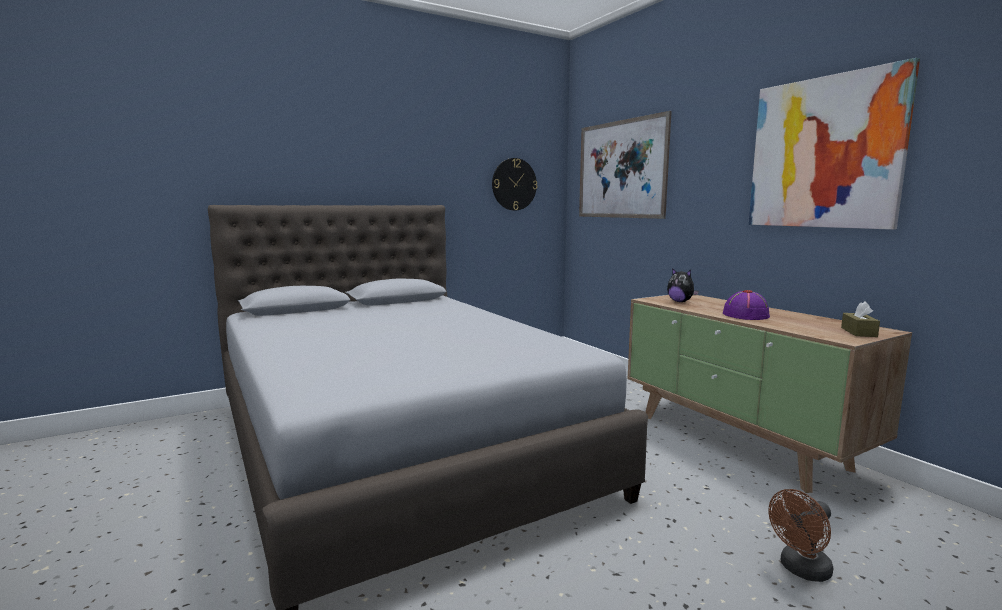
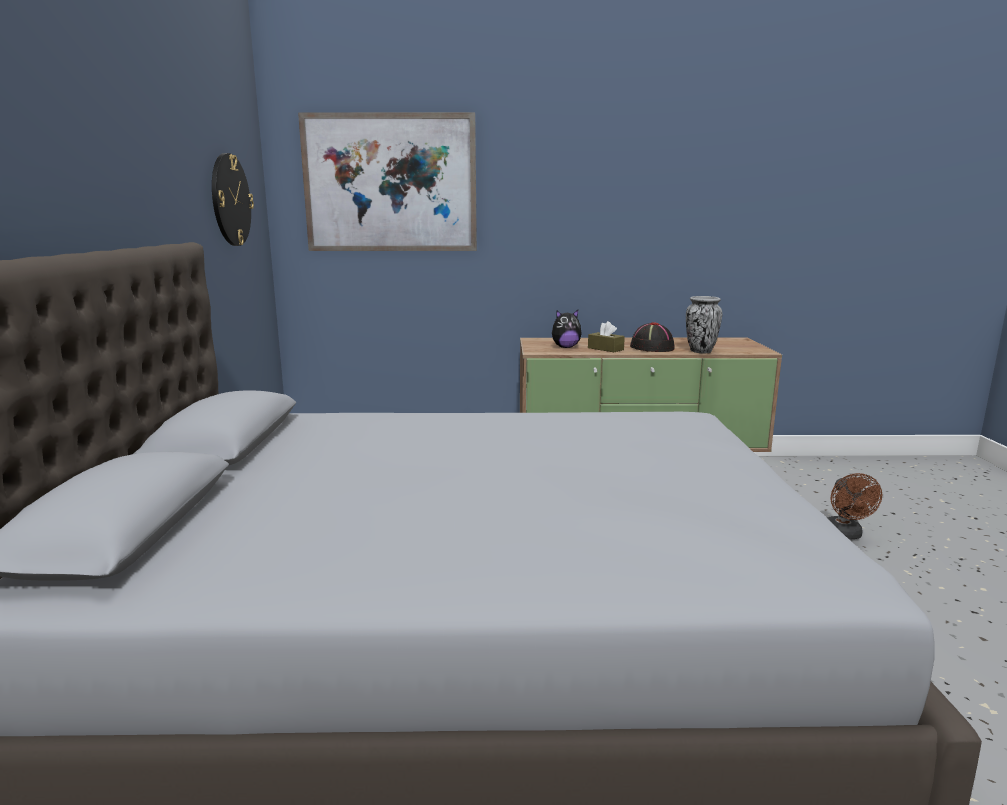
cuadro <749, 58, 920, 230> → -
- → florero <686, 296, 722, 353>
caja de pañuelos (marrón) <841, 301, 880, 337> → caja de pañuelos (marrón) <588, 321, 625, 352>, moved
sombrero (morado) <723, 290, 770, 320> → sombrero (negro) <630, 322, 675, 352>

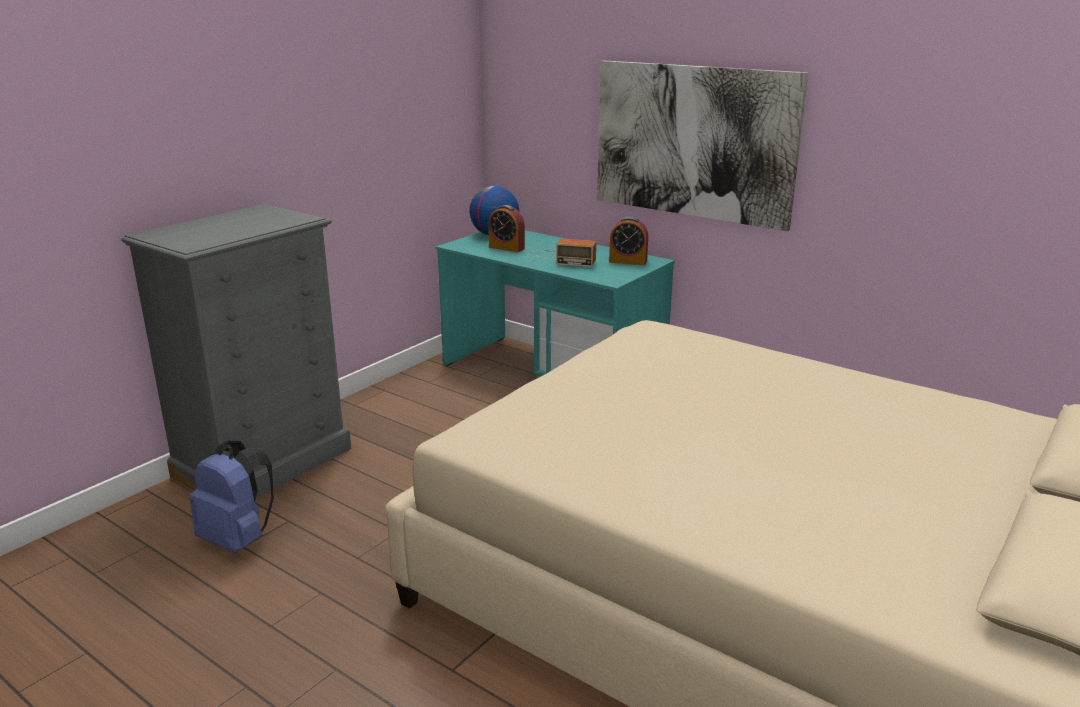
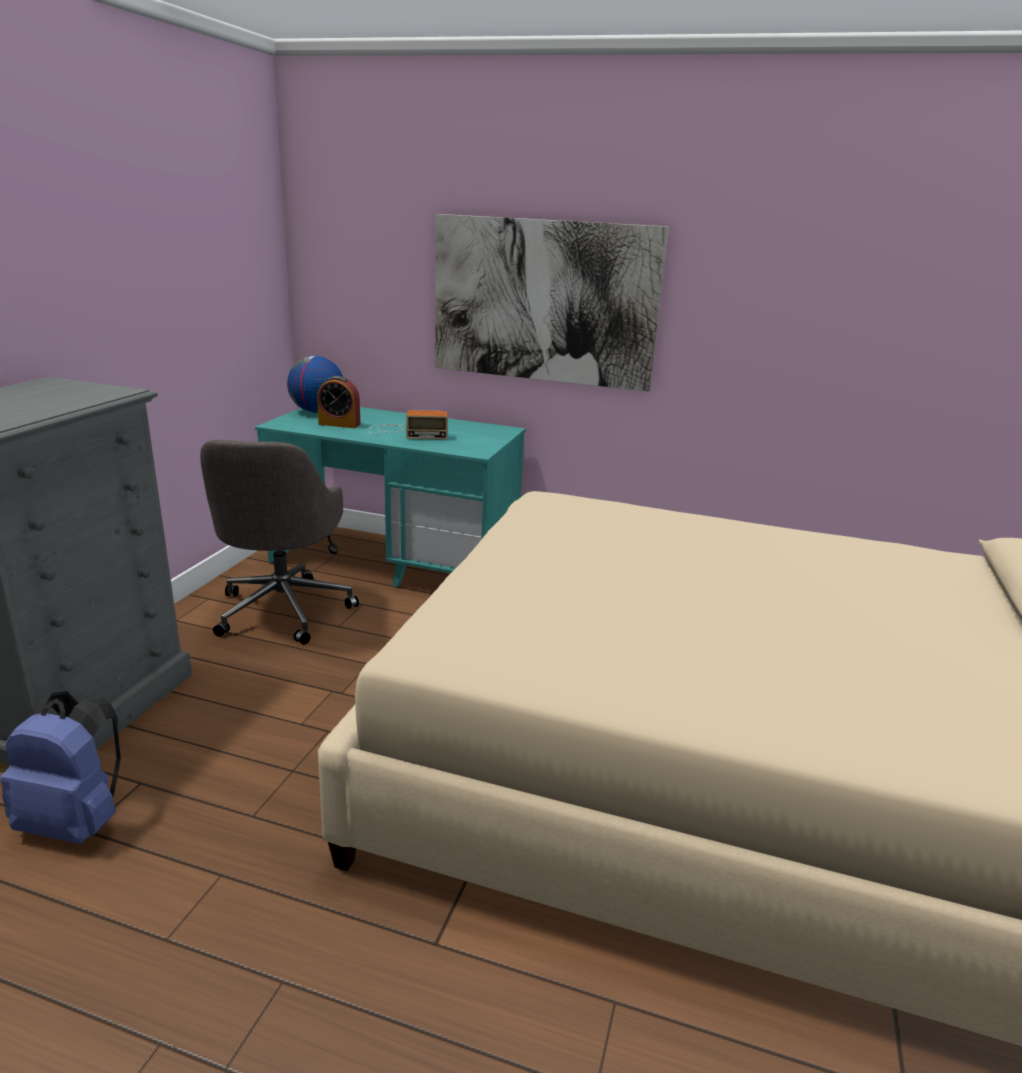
despertador <609, 217, 648, 265> → -
- → silla de oficina (gris) <200, 440, 359, 645>

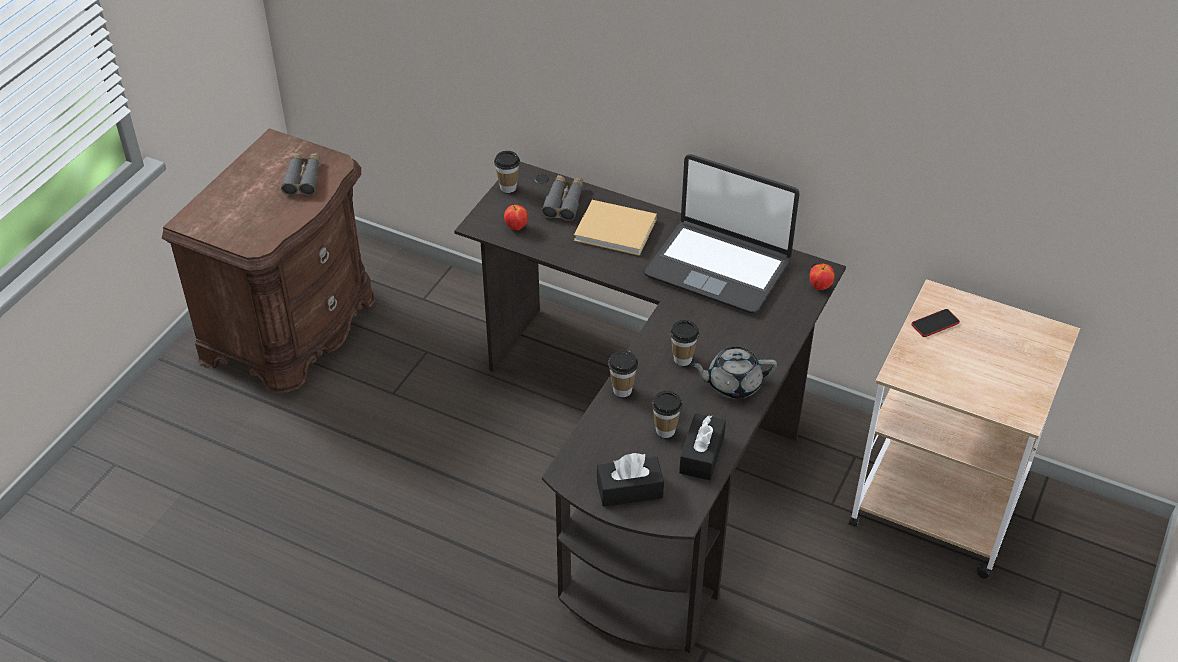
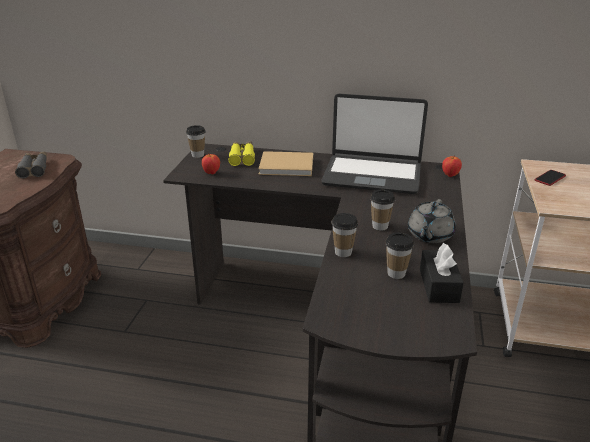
caja de pañuelos (negro) <597, 453, 664, 507> → -
prismáticos (gris) <541, 175, 583, 221> → prismáticos (amarillo) <228, 141, 255, 166>
tetera (gris) <690, 347, 777, 399> → tetera (gris) <408, 199, 456, 243>, 45 degrees counterclockwise

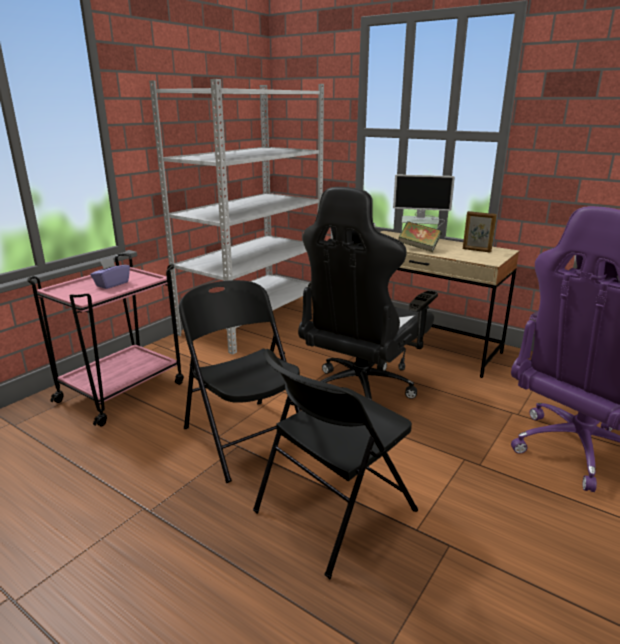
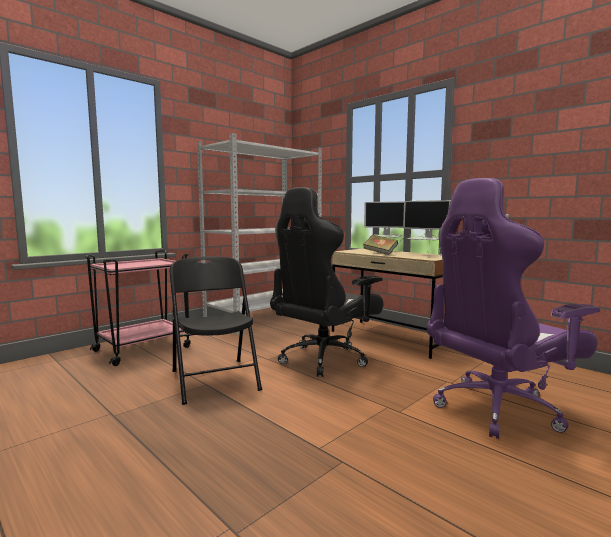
caja de pañuelos (morado) <90, 257, 130, 289> → -
silla (negro) <253, 349, 418, 580> → -
portarretratos <463, 211, 497, 253> → monitor <403, 200, 451, 256>

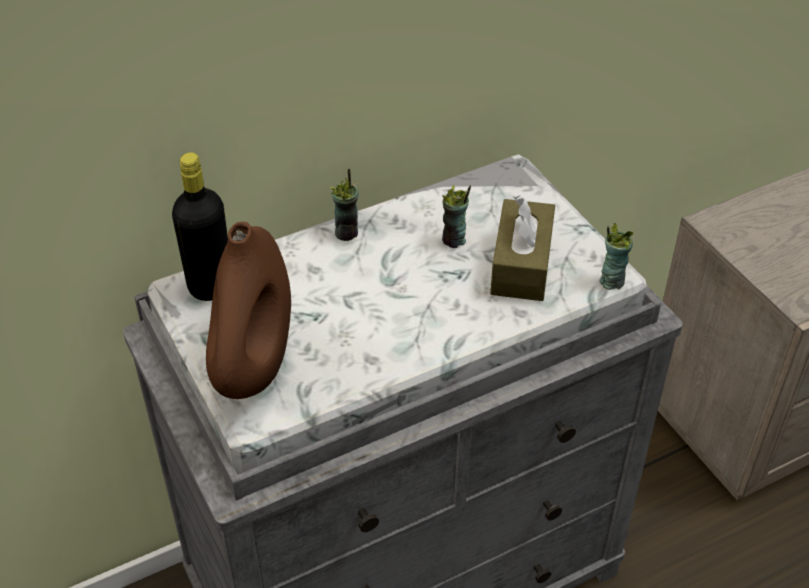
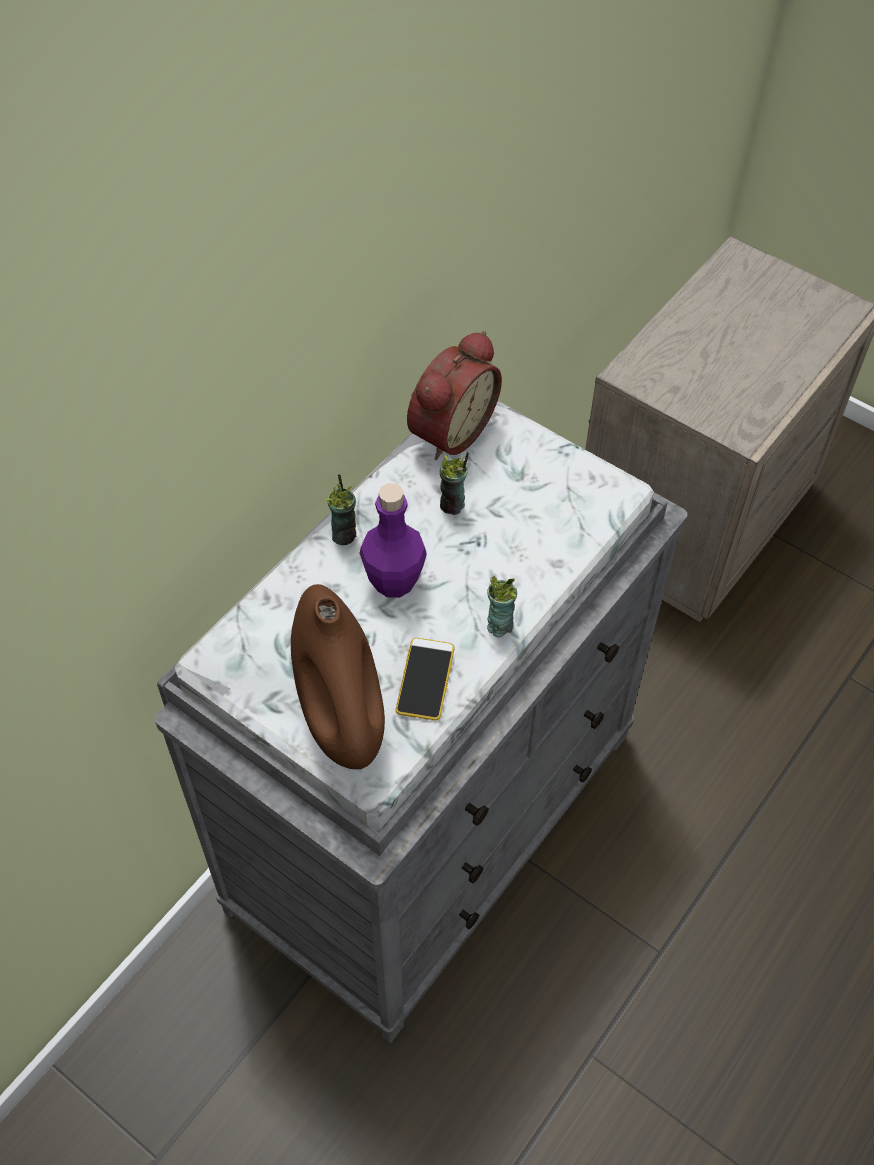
botella (negro) <172, 152, 228, 301> → -
caja de pañuelos (marrón) <490, 195, 555, 301> → -
- → botella (morado) <359, 483, 427, 598>
- → móvil <396, 638, 455, 721>
- → despertador <407, 331, 502, 460>
taza <600, 223, 633, 290> → taza <487, 576, 517, 637>, moved

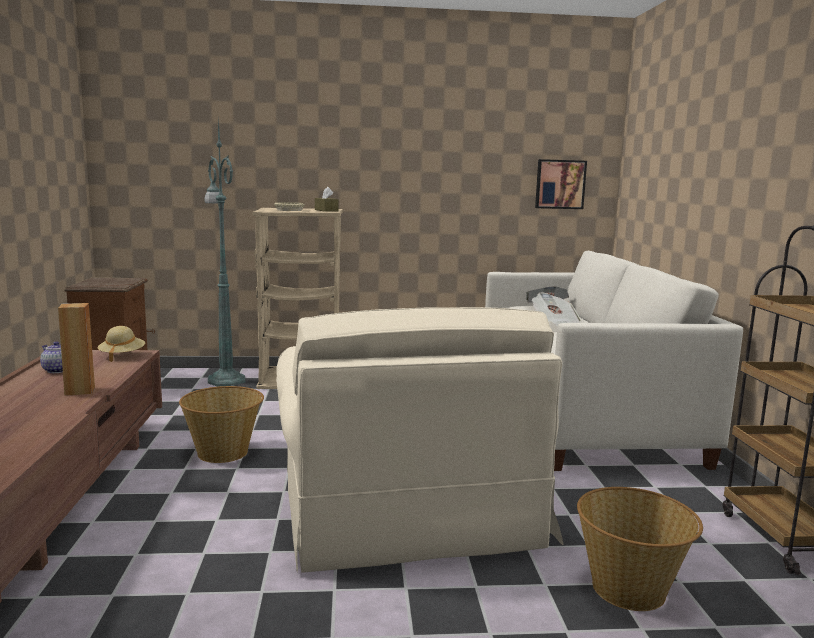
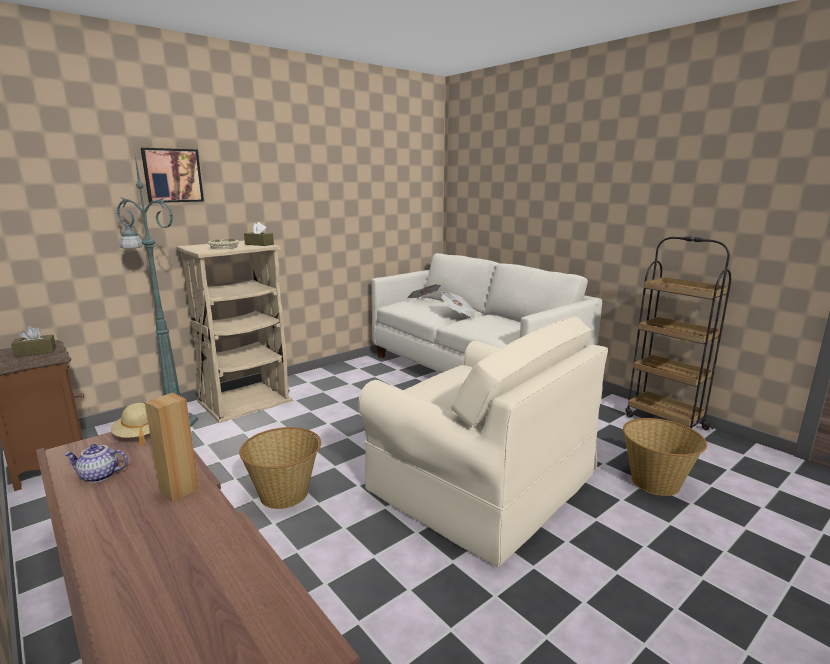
- → caja de pañuelos (marrón) <11, 326, 56, 357>
cuadro <535, 159, 587, 209> → cuadro <141, 148, 204, 203>, moved

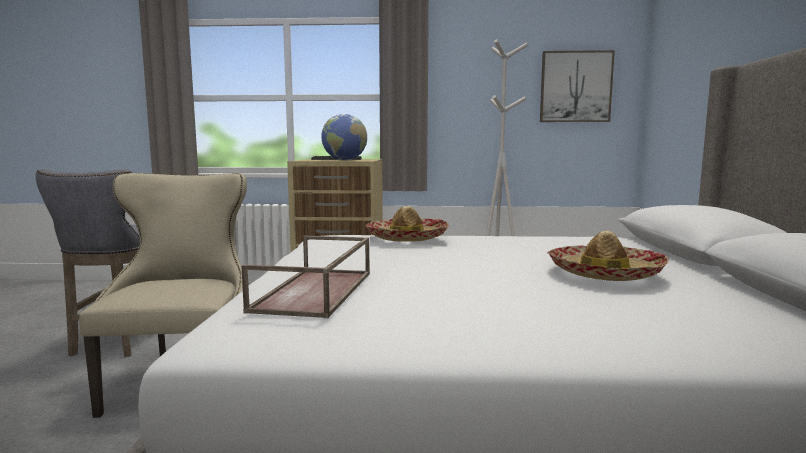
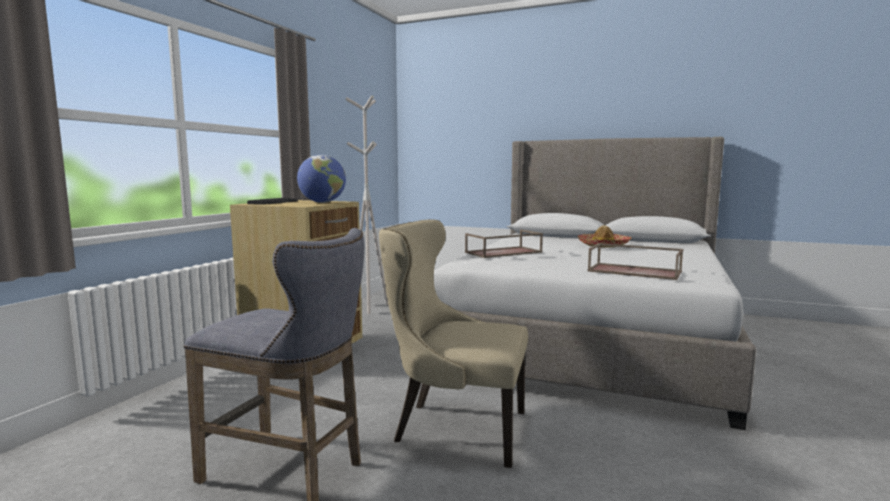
cuadro <540, 50, 615, 122> → -
sombrero <366, 206, 449, 242> → bandeja (marrón) <465, 230, 543, 258>

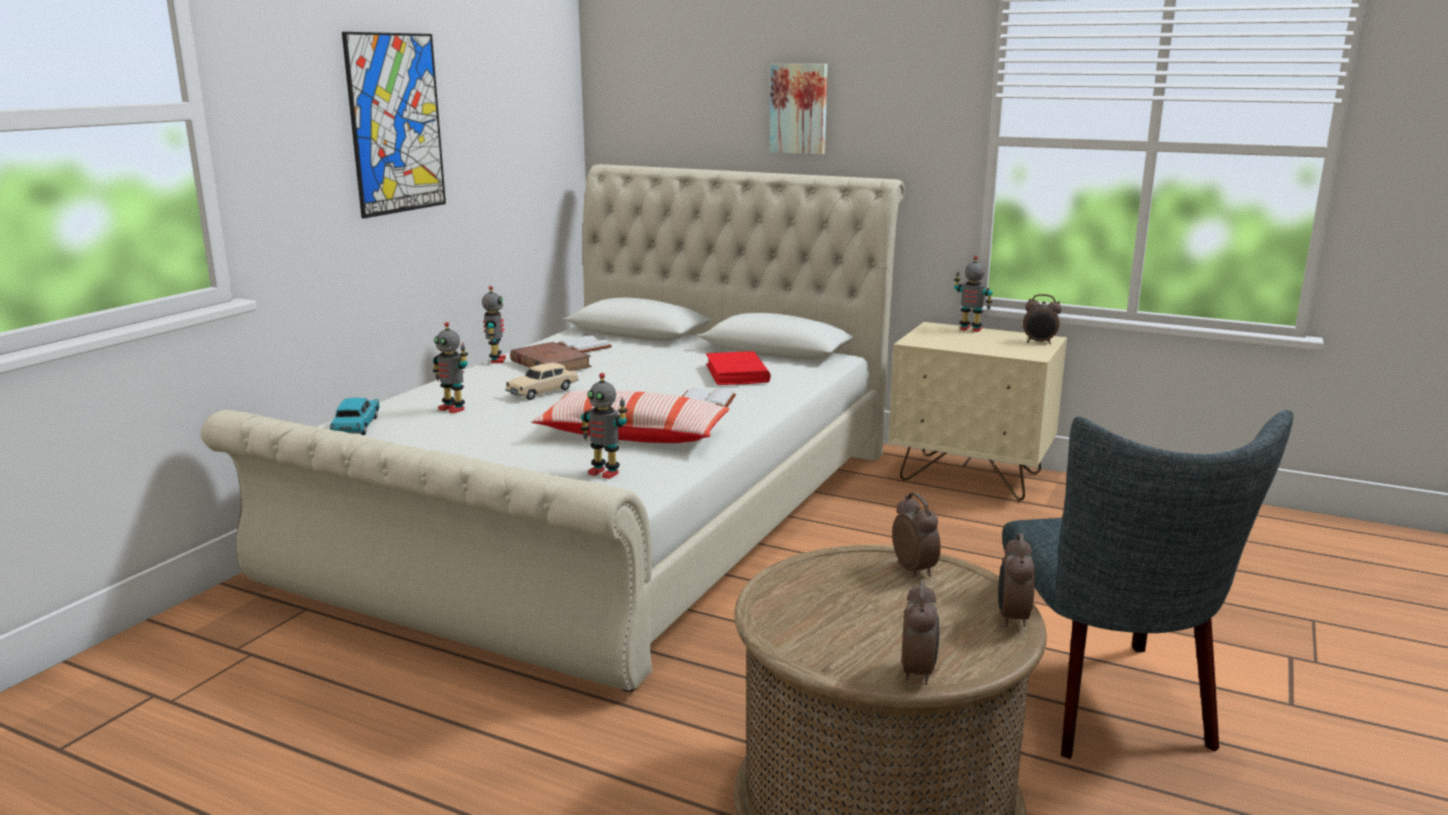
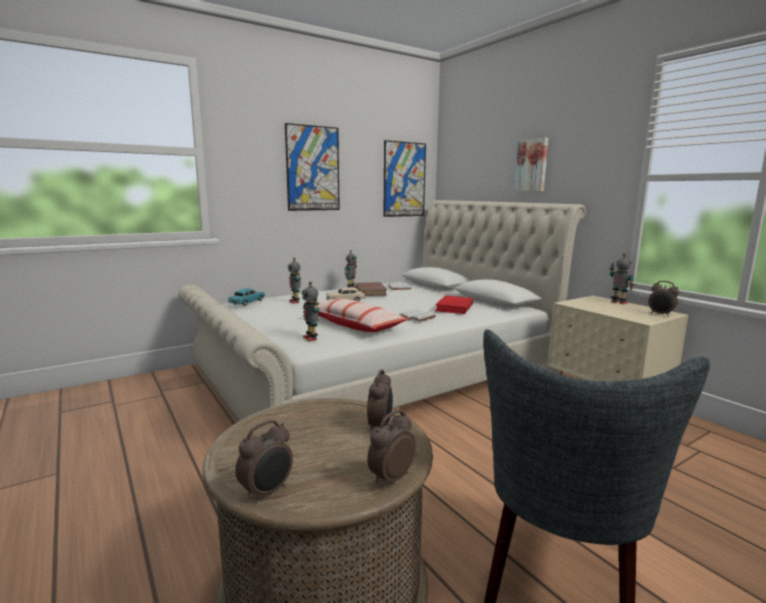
- → cuadro <383, 140, 426, 217>

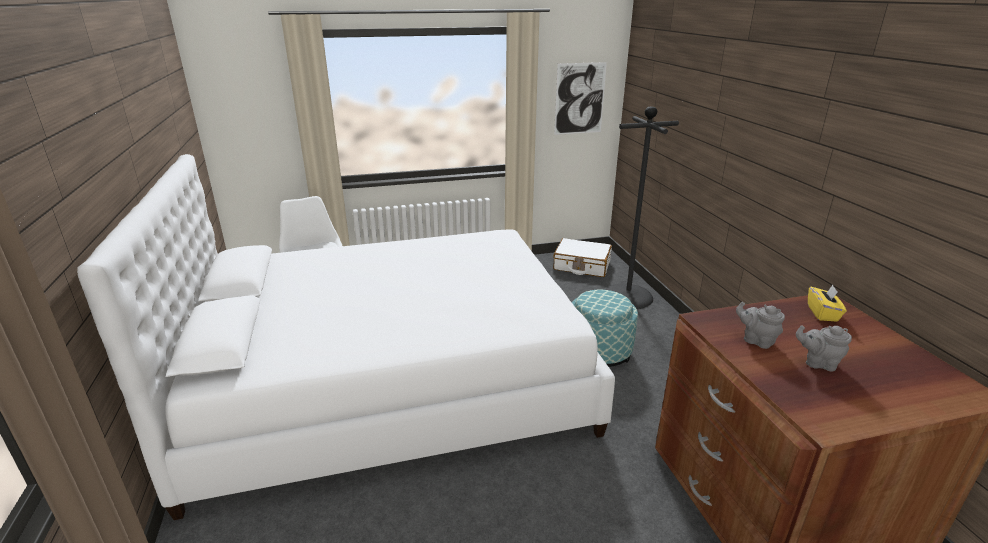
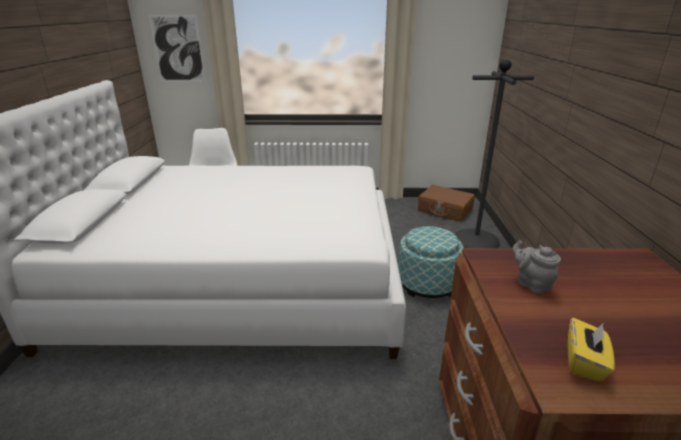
tetera (gris) <796, 325, 852, 372> → -
cuadro <554, 62, 607, 135> → cuadro <149, 15, 205, 81>, moved
caja de pañuelos (amarillo) <808, 285, 847, 322> → caja de pañuelos (amarillo) <567, 318, 615, 381>, moved
maleta (blanco) <553, 238, 612, 277> → maleta (marrón) <418, 185, 475, 222>

